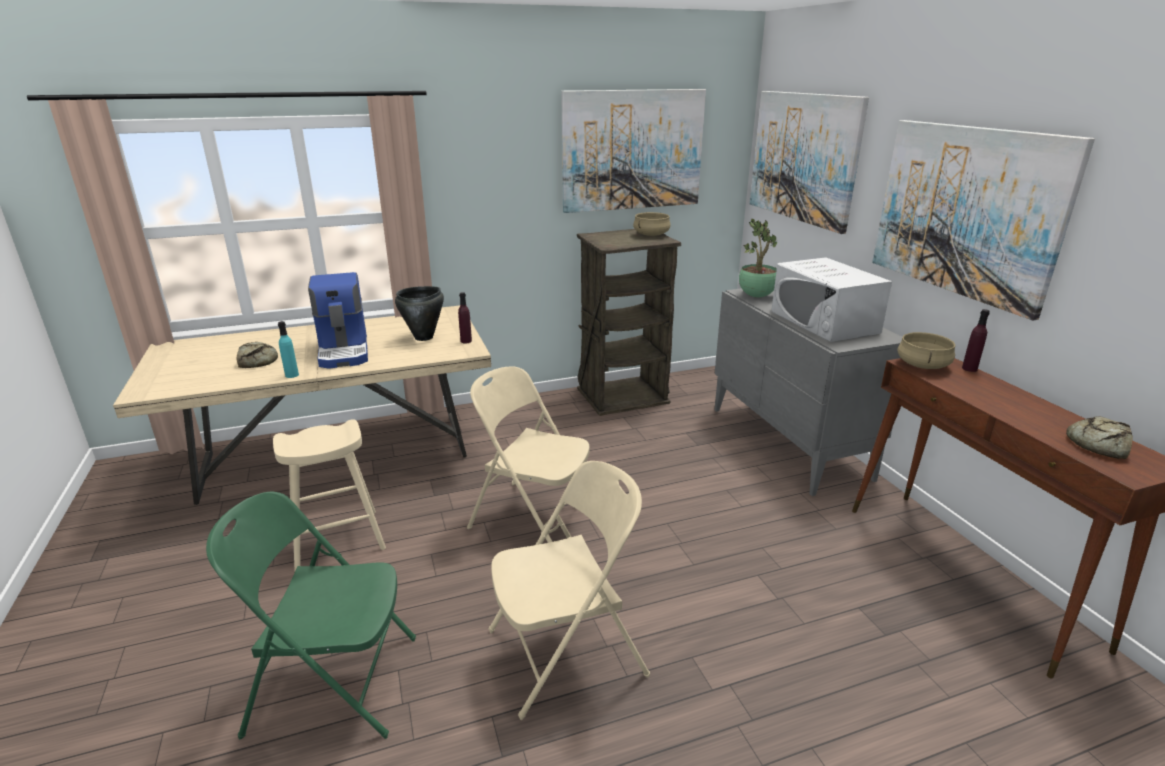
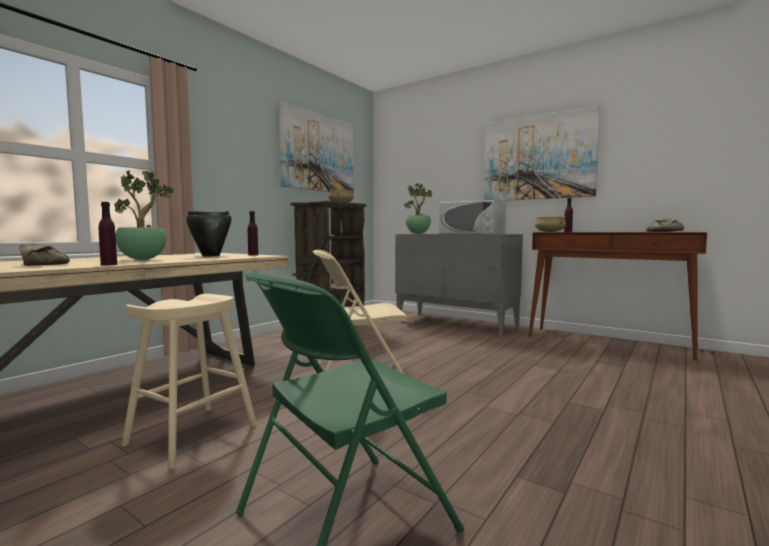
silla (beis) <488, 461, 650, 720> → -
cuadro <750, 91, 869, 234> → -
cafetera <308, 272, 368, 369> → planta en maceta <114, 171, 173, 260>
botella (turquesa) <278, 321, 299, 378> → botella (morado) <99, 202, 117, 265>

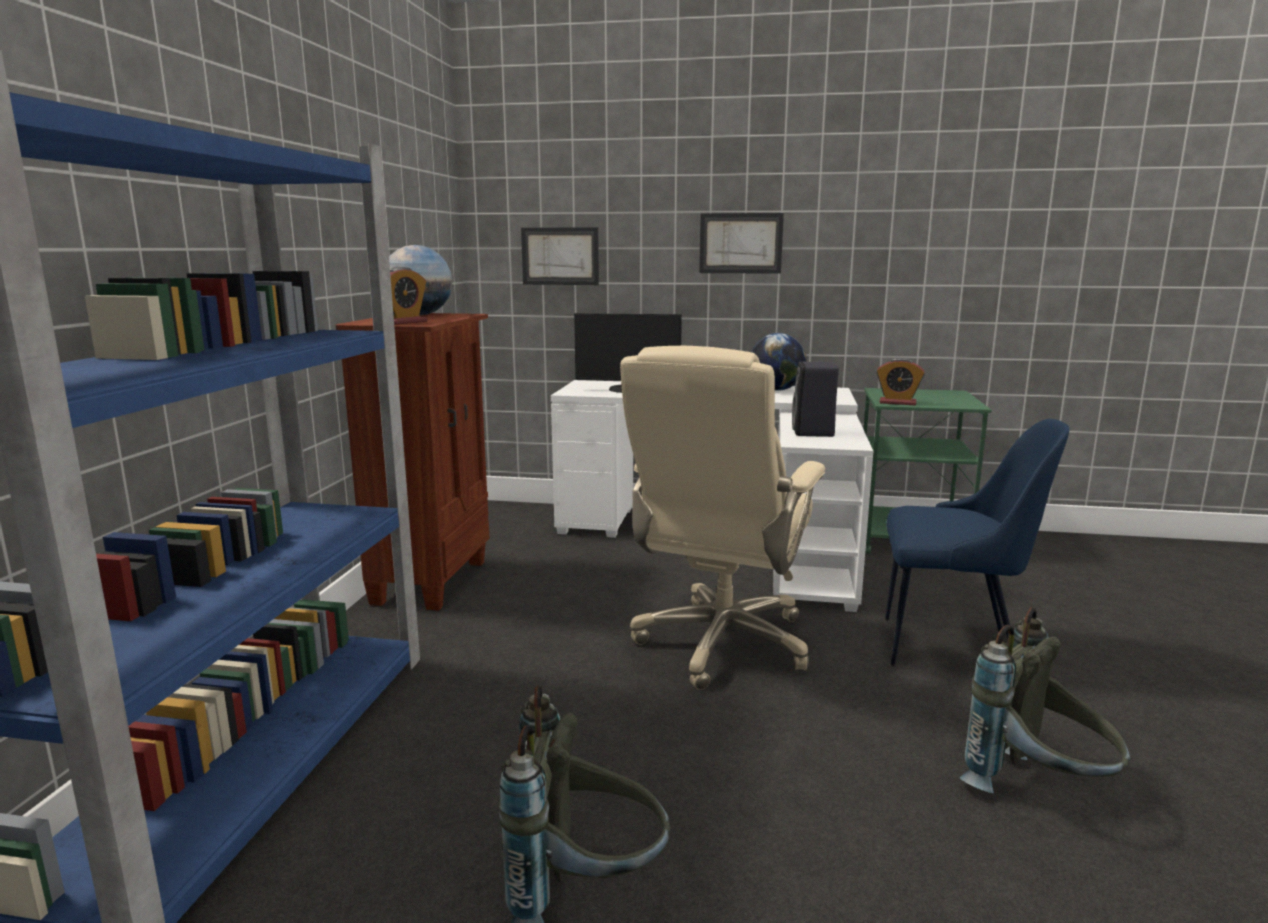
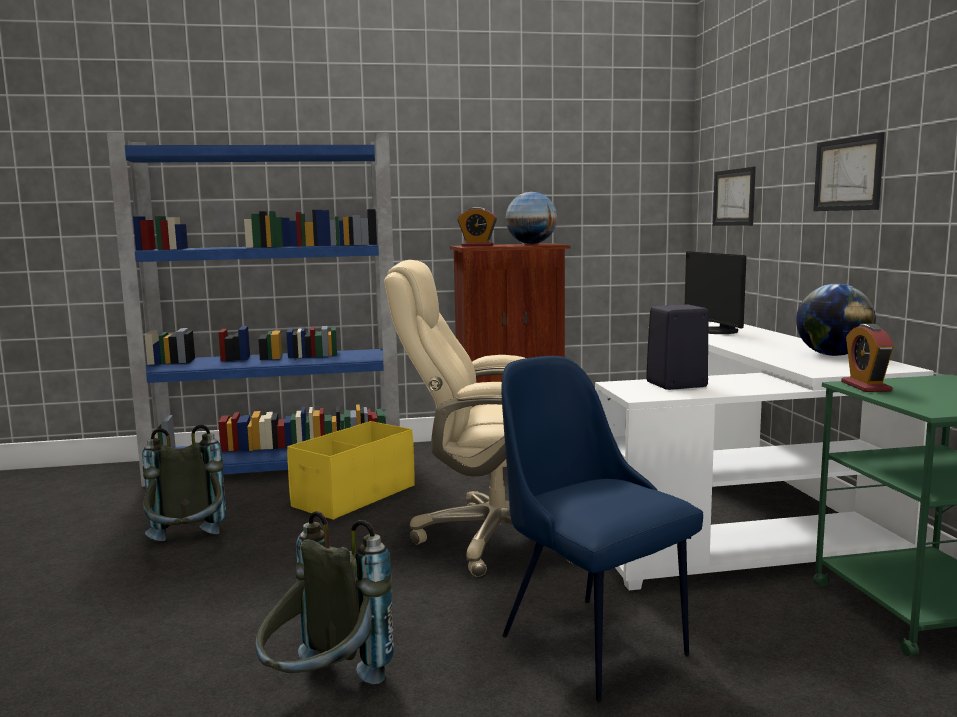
- → caja de almacenaje (amarillo) <287, 421, 415, 520>
silla (azul) <885, 419, 1069, 666> → silla (azul) <501, 356, 703, 702>, 150 degrees clockwise

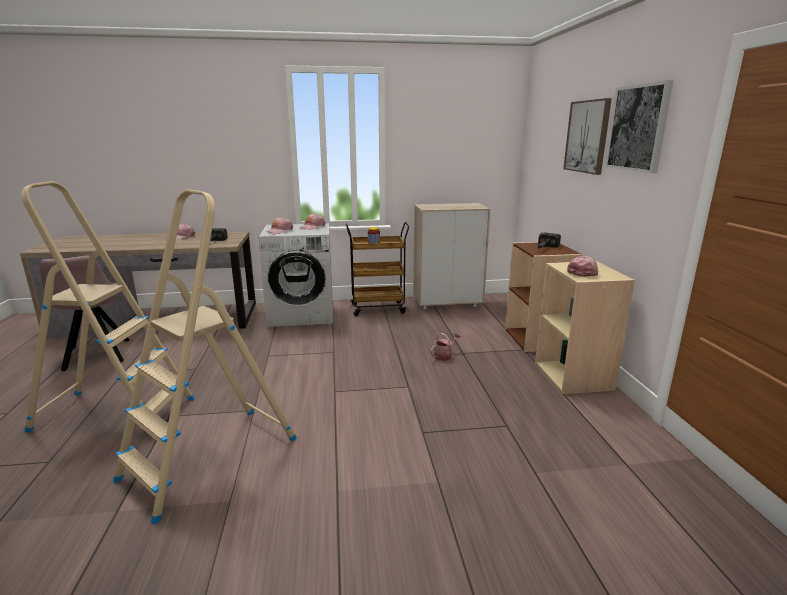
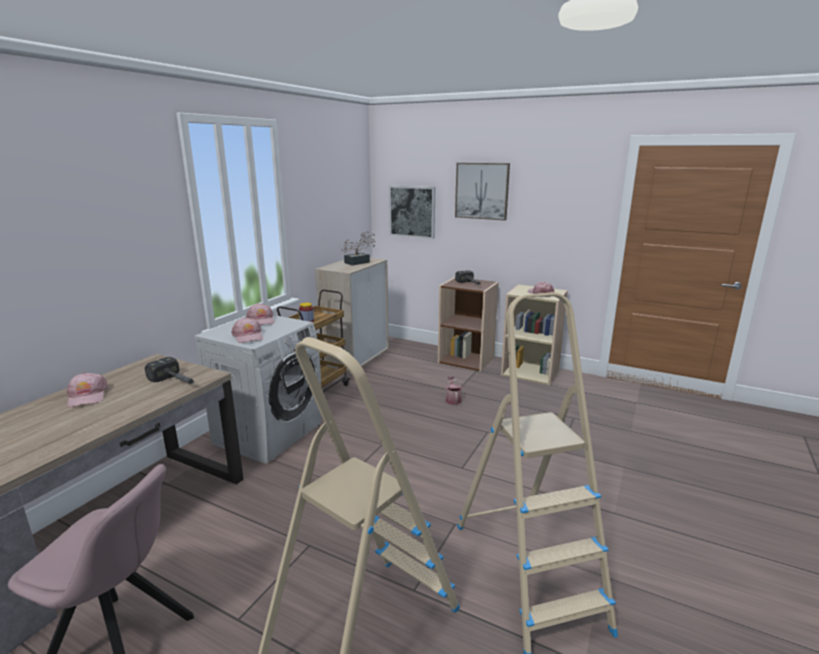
- → planta en maceta <341, 231, 376, 265>
cuadro <605, 80, 674, 173> → cuadro <389, 186, 435, 239>, moved

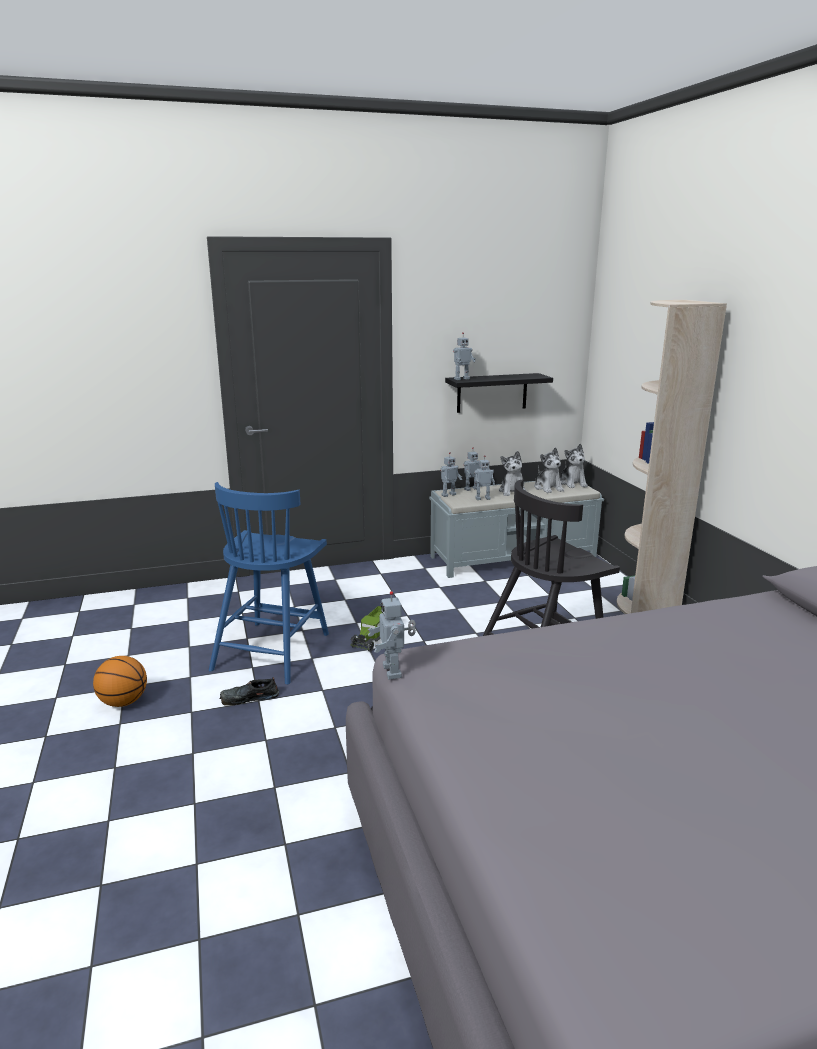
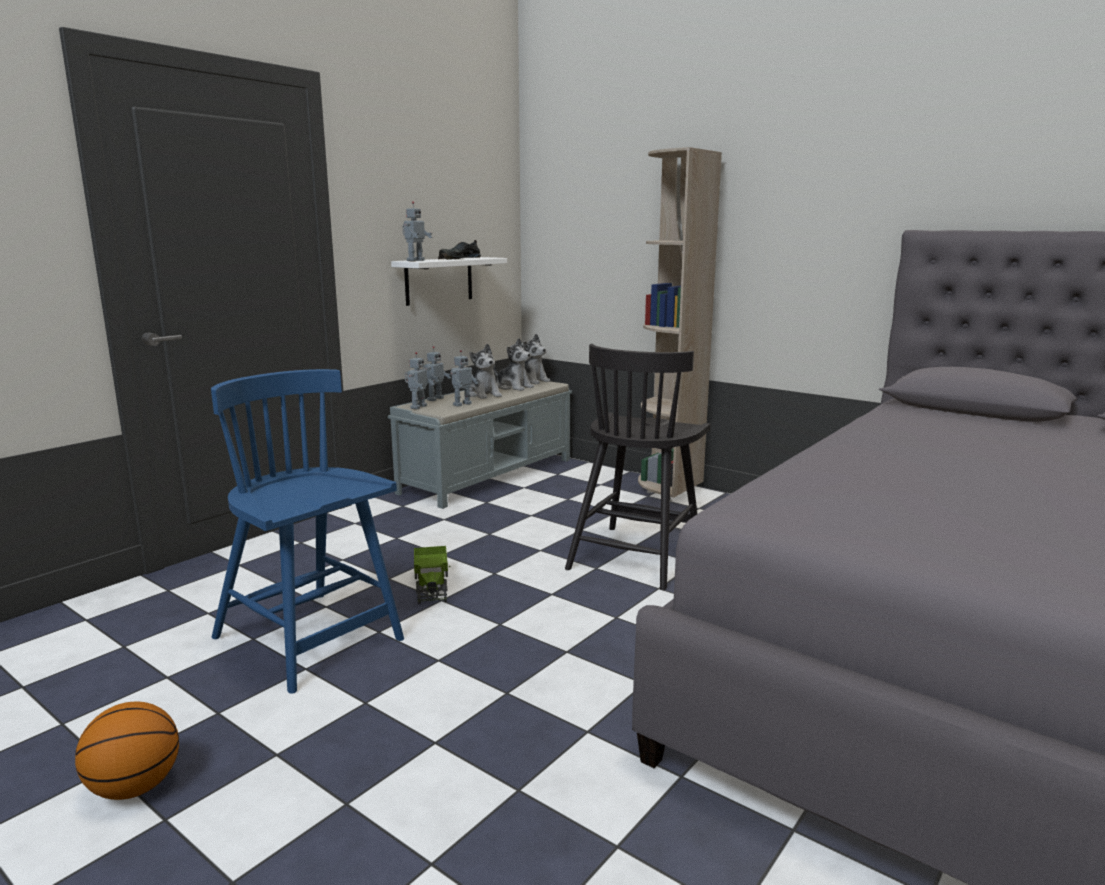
robot de juguete <368, 591, 416, 680> → -
zapato (negro) <220, 677, 279, 706> → zapato (negro) <438, 240, 481, 260>, moved
estante (negro) <445, 373, 553, 413> → estante (blanco) <391, 257, 507, 306>
silla (azul) <209, 482, 329, 685> → silla (azul) <211, 369, 404, 694>, 150 degrees clockwise

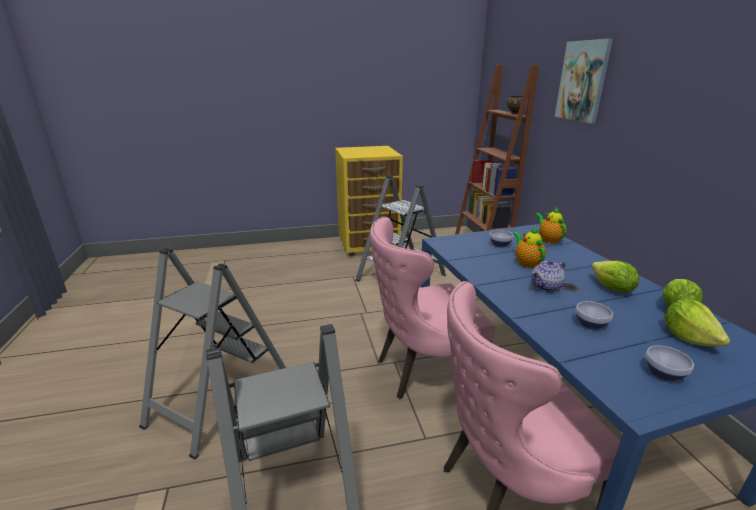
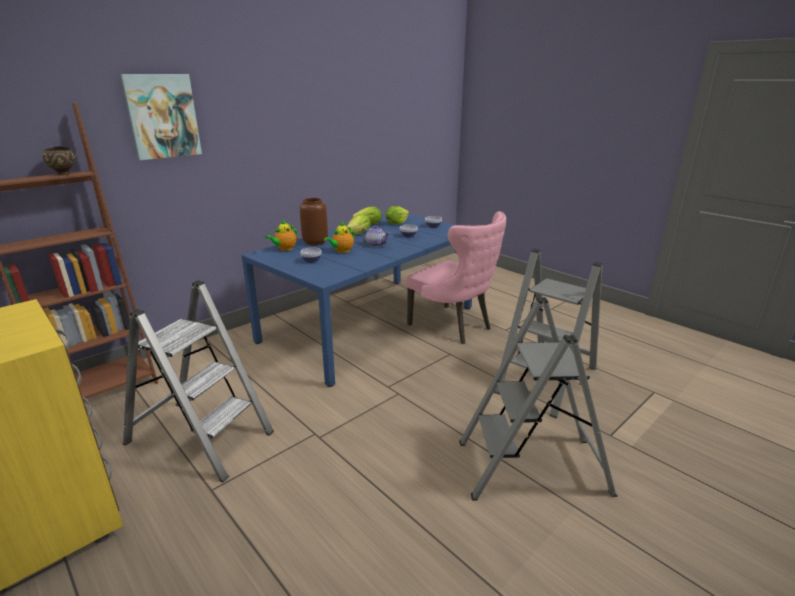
silla (rosa) <370, 217, 495, 399> → -
- → florero (marrón) <300, 198, 328, 246>

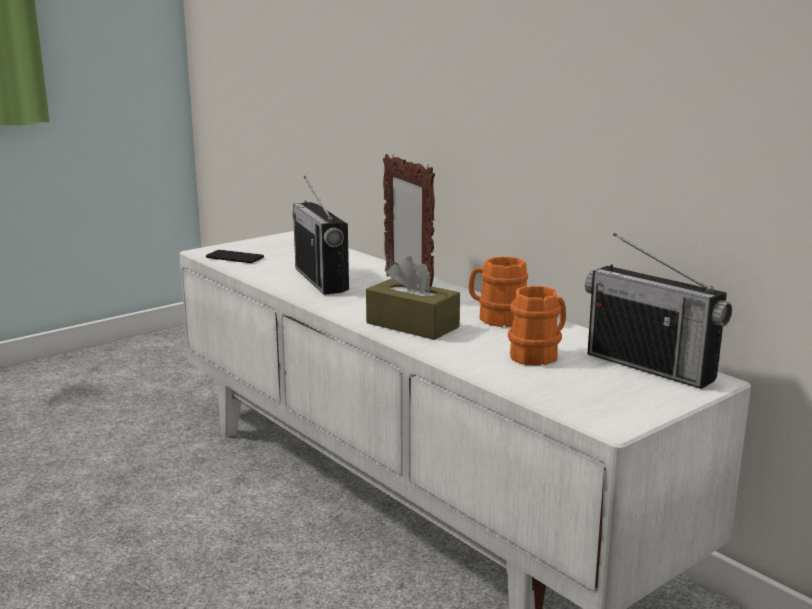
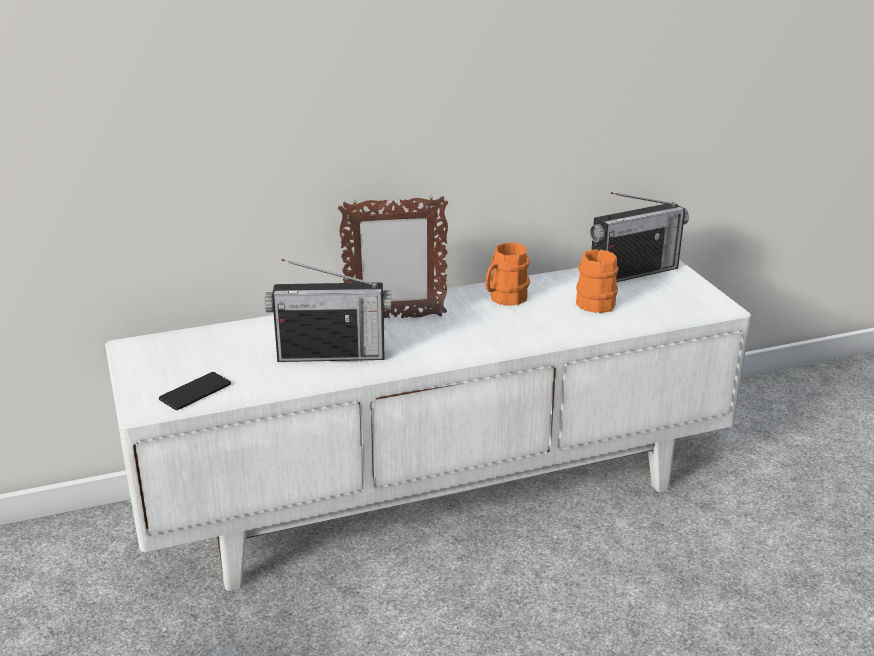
caja de pañuelos (marrón) <366, 256, 460, 340> → -

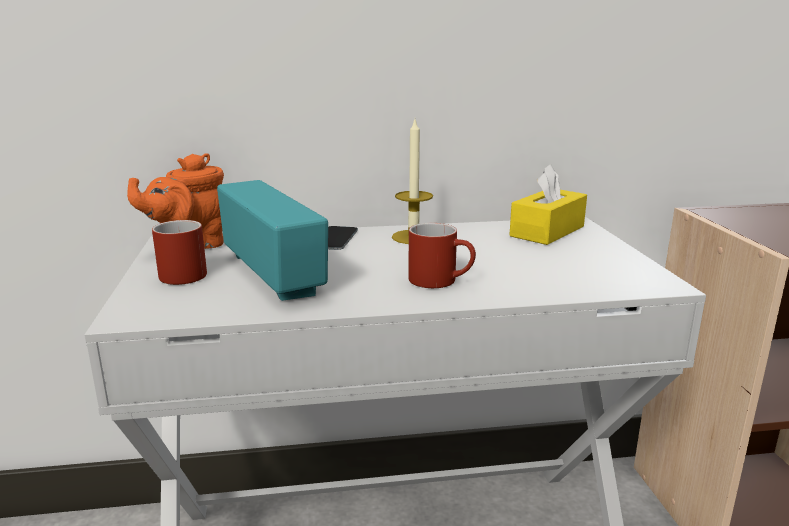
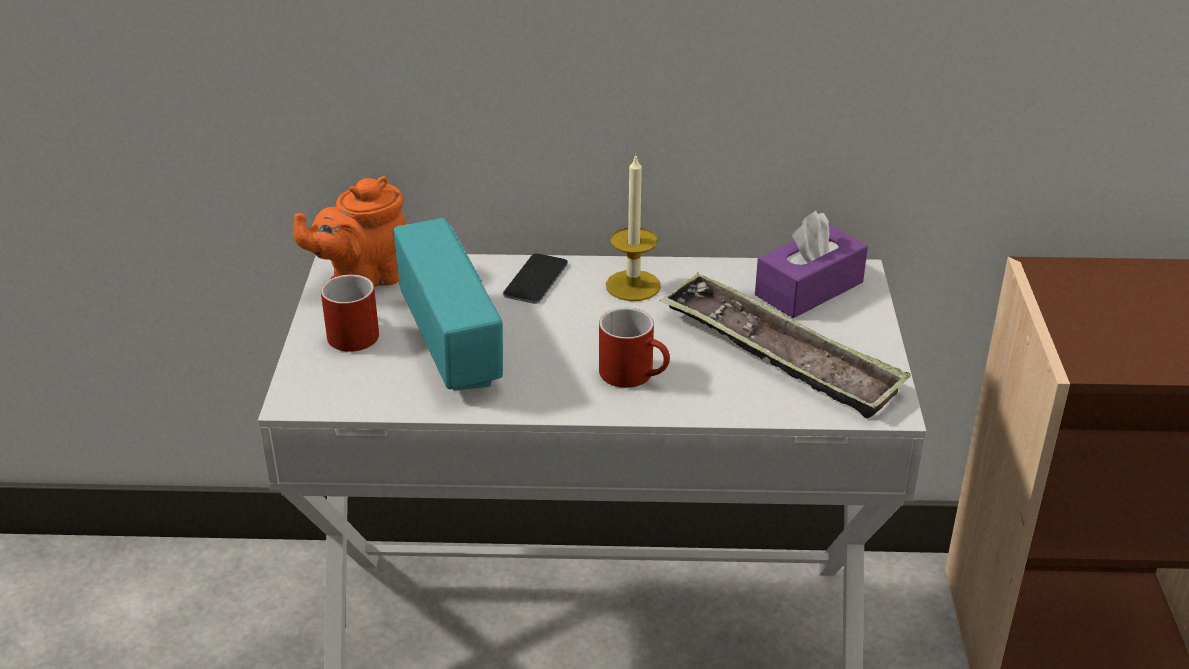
- → bandeja <660, 272, 911, 419>
caja de pañuelos (amarillo) <509, 164, 587, 245> → caja de pañuelos (morado) <755, 211, 868, 318>

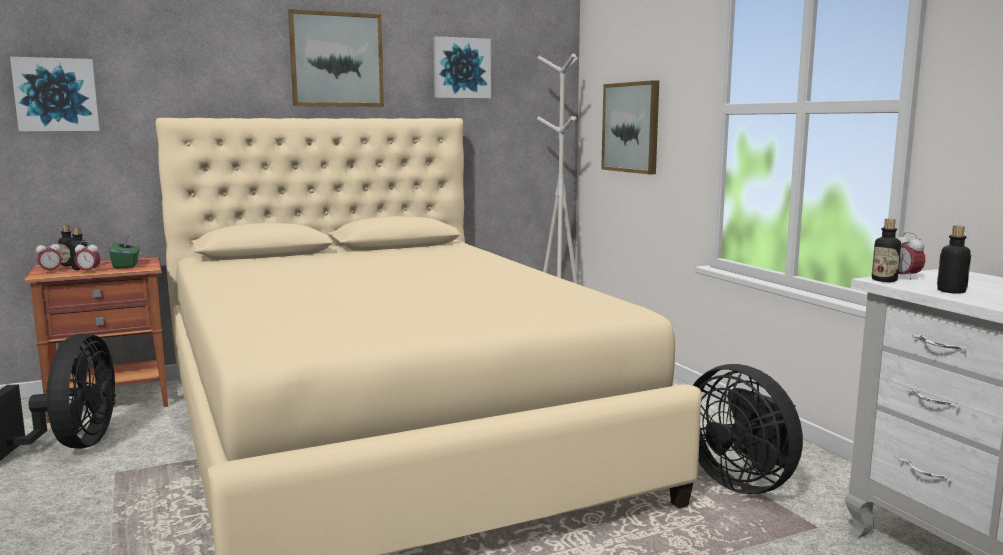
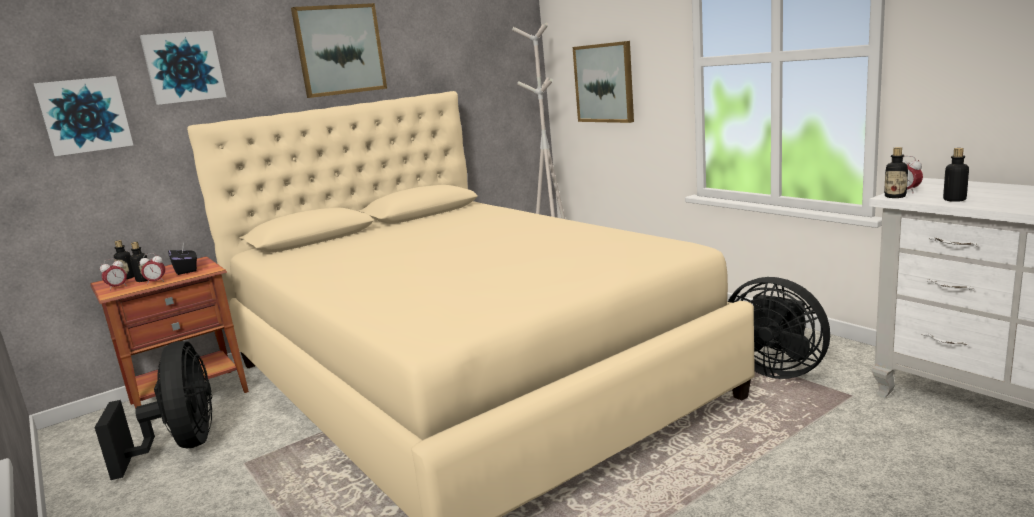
cuadro <434, 36, 491, 99> → cuadro <140, 31, 227, 105>, moved
caja de pañuelos (verde) <109, 235, 140, 269> → caja de pañuelos (negro) <168, 242, 197, 275>

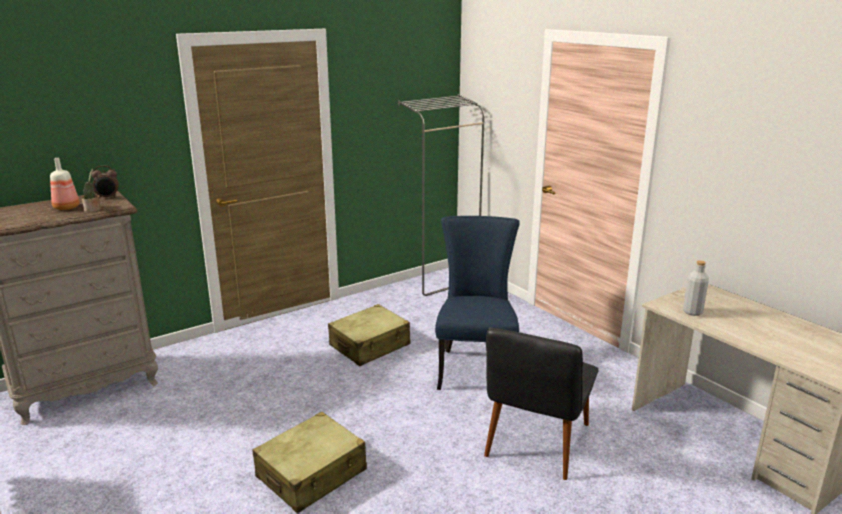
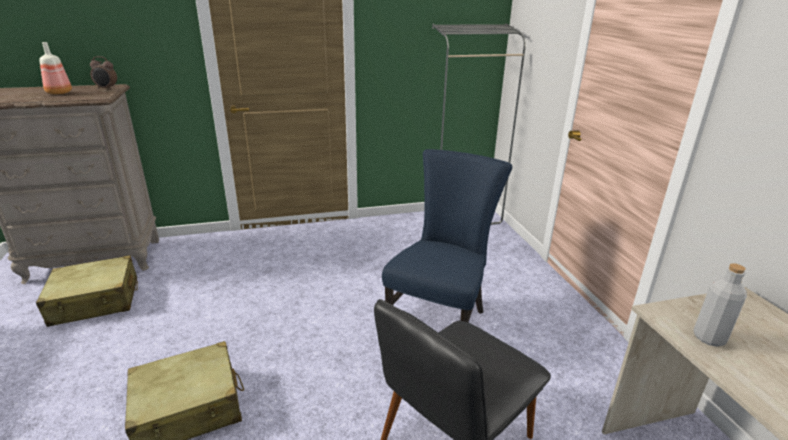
planta en maceta <82, 169, 101, 212> → -
maleta (beis) <328, 304, 410, 366> → maleta (beis) <36, 255, 138, 327>, moved

